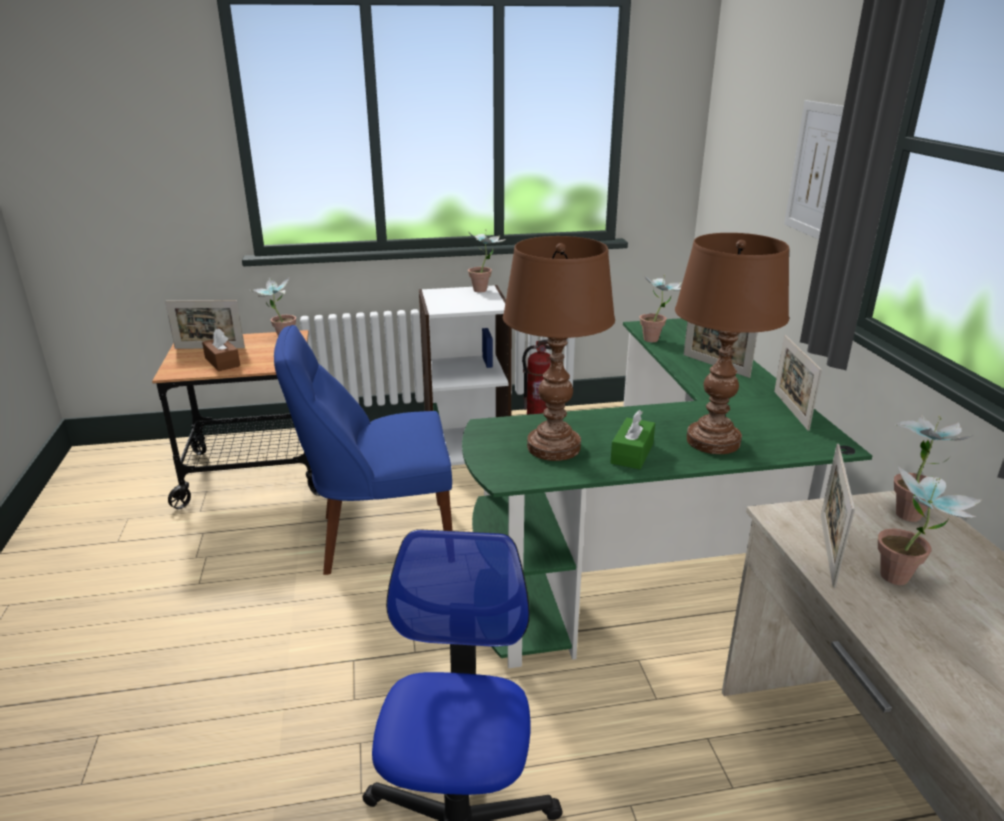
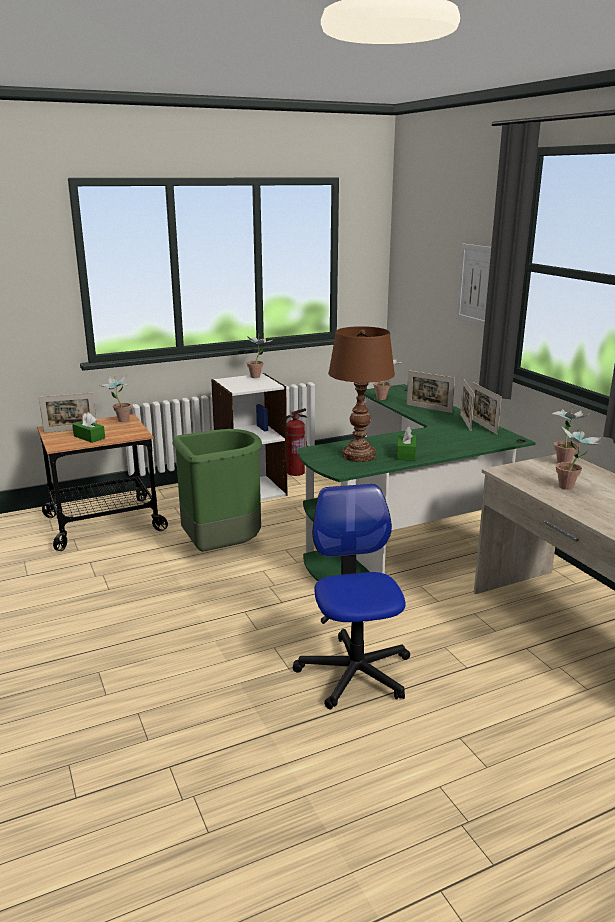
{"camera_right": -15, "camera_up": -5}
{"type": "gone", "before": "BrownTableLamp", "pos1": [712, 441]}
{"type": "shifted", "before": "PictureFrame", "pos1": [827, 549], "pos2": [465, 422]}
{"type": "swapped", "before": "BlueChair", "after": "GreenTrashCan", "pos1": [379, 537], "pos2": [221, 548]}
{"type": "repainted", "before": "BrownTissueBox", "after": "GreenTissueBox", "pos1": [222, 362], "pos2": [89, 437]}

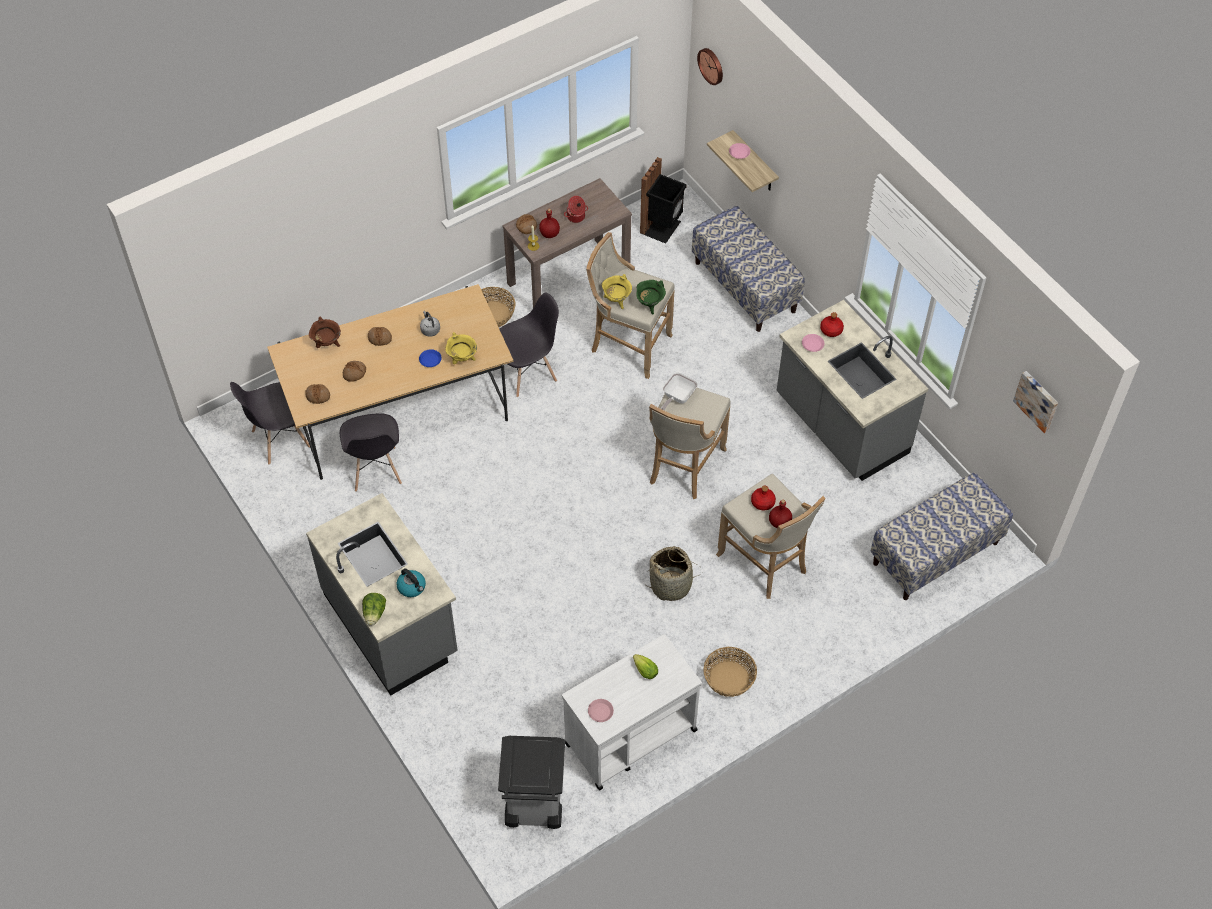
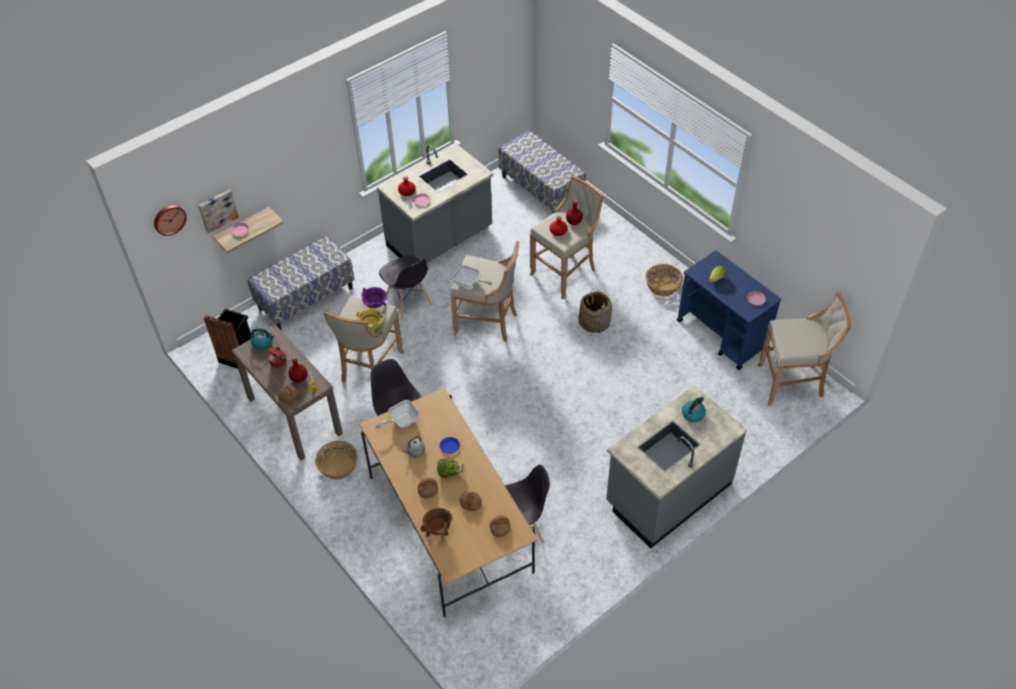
{"camera_right": -95, "camera_up": -5}
{"type": "gone", "before": "YellowCookingPot", "pos1": [462, 359]}
{"type": "new", "after": "Kettle", "pos2": [263, 342]}
{"type": "new", "after": "FryingPan", "pos2": [401, 421]}
{"type": "shifted", "before": "GreyChair", "pos1": [280, 440], "pos2": [408, 302]}
{"type": "shifted", "before": "Lettuce", "pos1": [374, 614], "pos2": [449, 472]}
{"type": "shifted", "before": "Picture", "pos1": [1037, 400], "pos2": [217, 210]}
{"type": "swapped", "before": "GreyTrashCan", "after": "BeigeStool", "pos1": [533, 807], "pos2": [792, 383]}
{"type": "repainted", "before": "WhiteCart", "after": "BlueCart", "pos1": [629, 737], "pos2": [722, 335]}
{"type": "repainted", "before": "GreenCookingPot", "after": "PurpleCookingPot", "pos1": [650, 305], "pos2": [375, 307]}

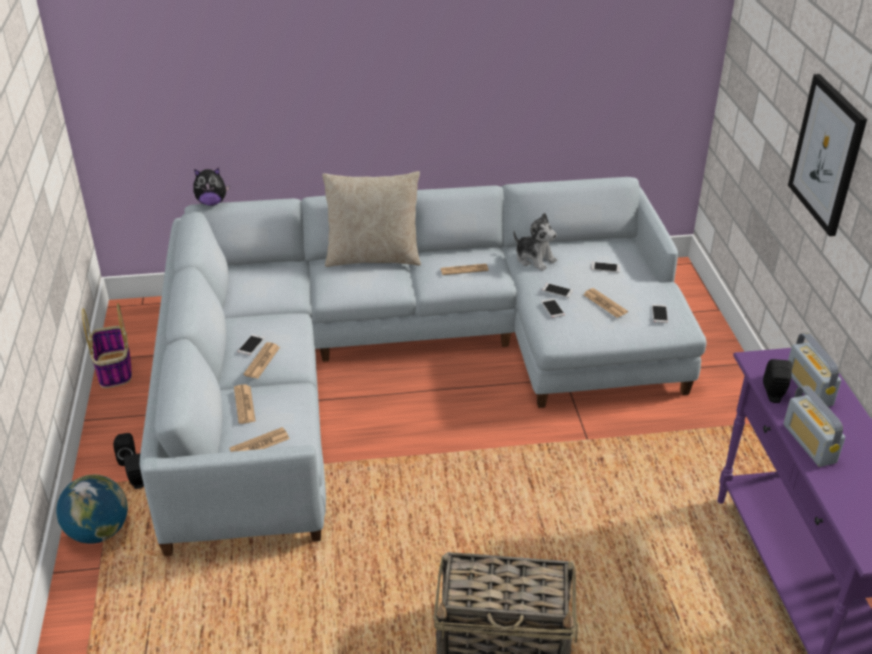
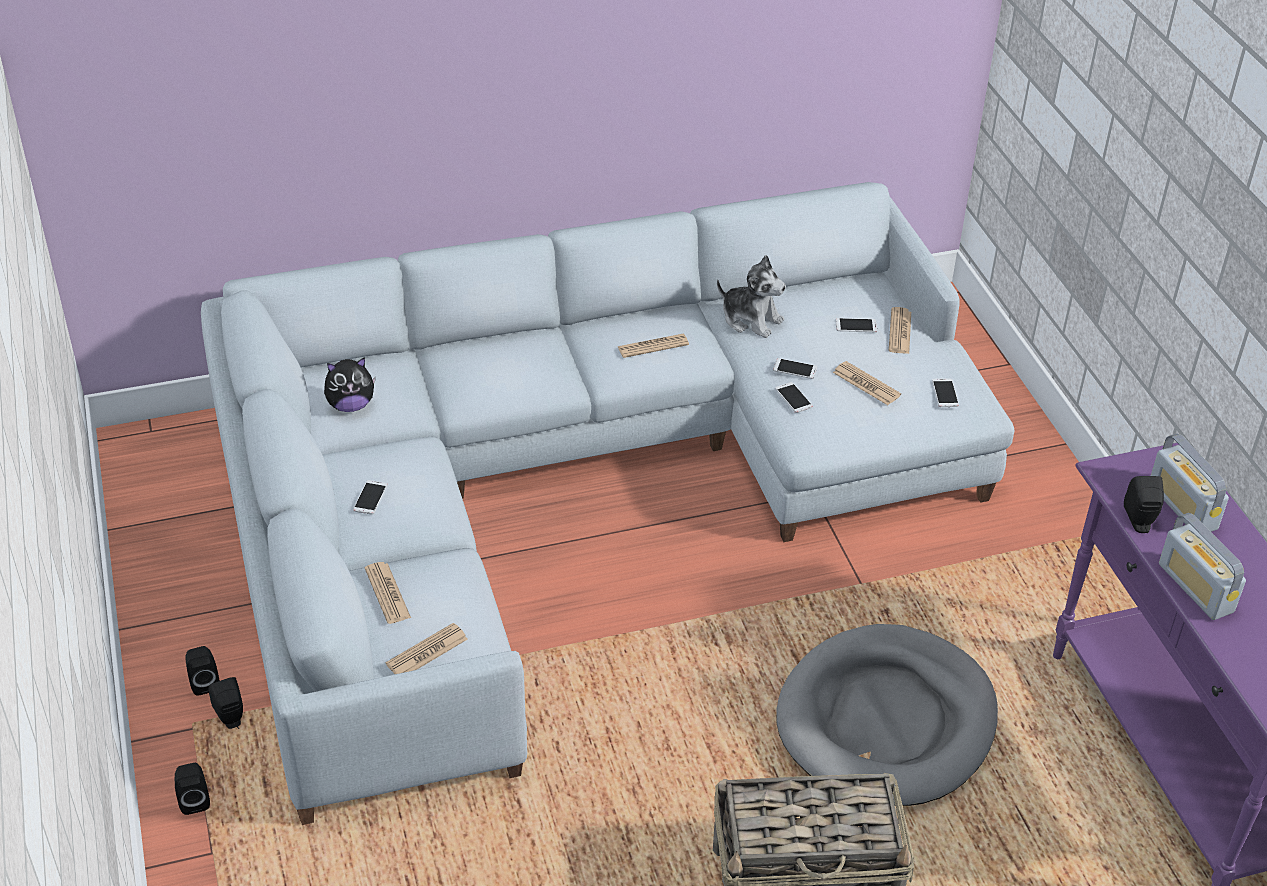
{"camera_right": -10, "camera_up": 5}
{"type": "gone", "before": "Basket", "pos1": [115, 370]}
{"type": "gone", "before": "BeigePillow", "pos1": [373, 257]}
{"type": "gone", "before": "Picture", "pos1": [827, 154]}
{"type": "new", "after": "GreyDogBed", "pos2": [886, 721]}
{"type": "shifted", "before": "PlushToy", "pos1": [212, 203], "pos2": [351, 405]}
{"type": "shifted", "before": "Newspaper", "pos1": [262, 361], "pos2": [900, 331]}
{"type": "swapped", "before": "Globe", "after": "BlackSpeaker", "pos1": [99, 532], "pos2": [194, 800]}

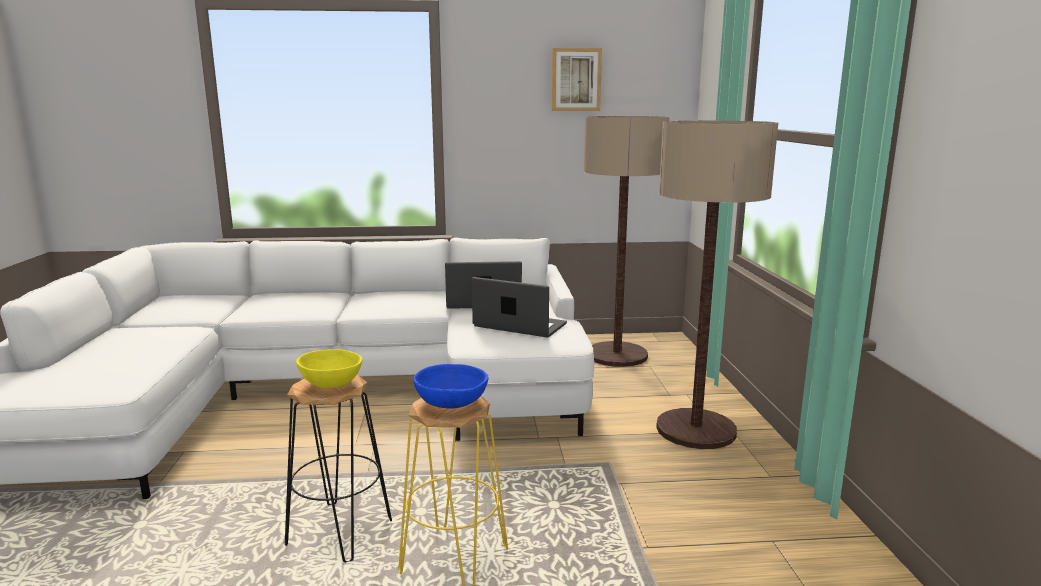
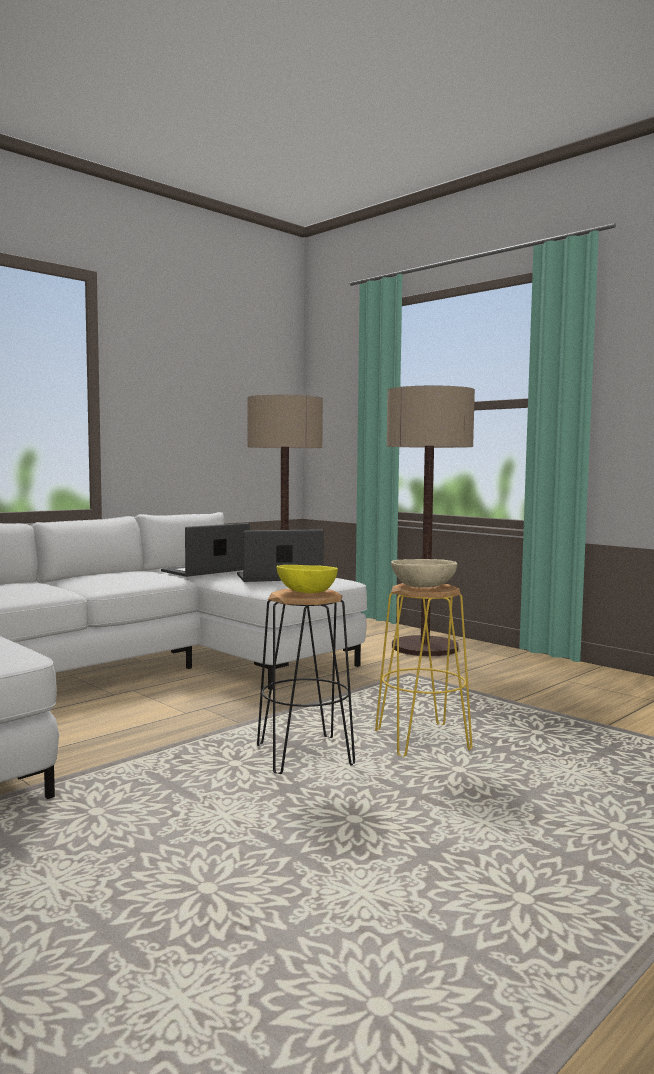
{"camera_right": -40, "camera_up": -10}
{"type": "gone", "before": "Picture", "pos1": [576, 80]}
{"type": "repainted", "before": "BlueBowl", "after": "BeigeBowl", "pos1": [450, 402], "pos2": [423, 586]}

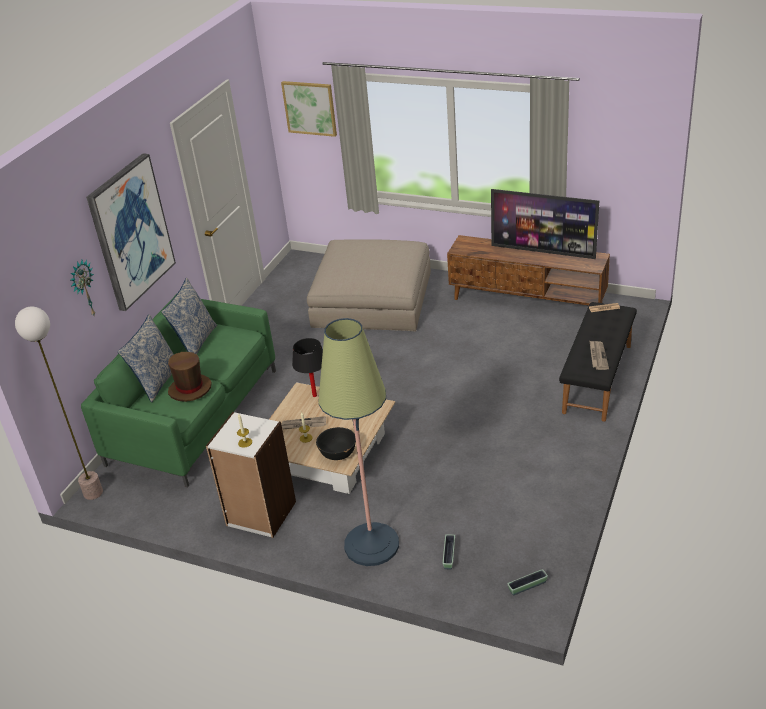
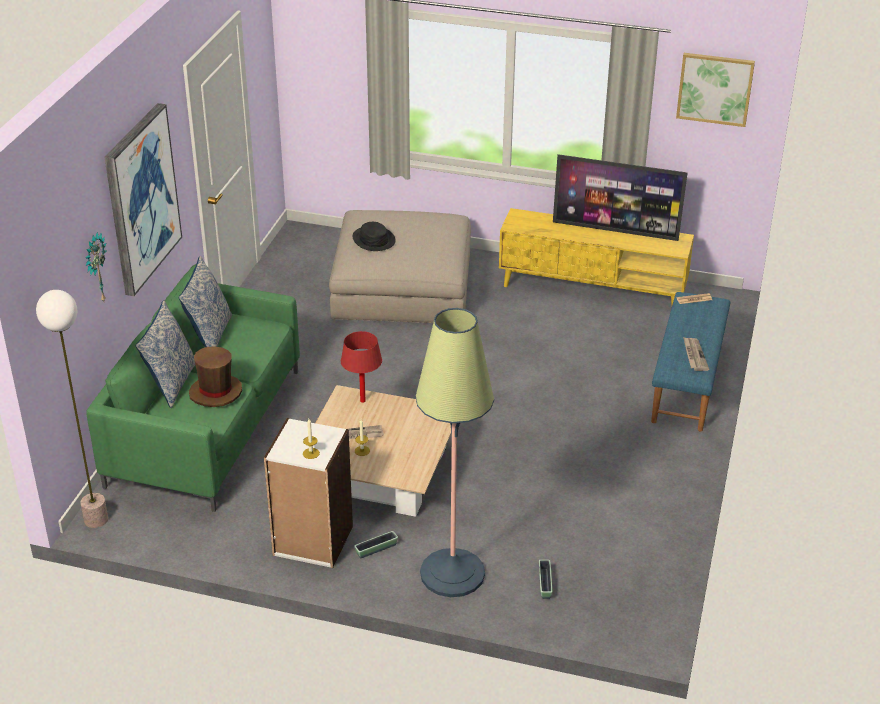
{"camera_right": -10, "camera_up": 0}
{"type": "gone", "before": "BlackBowl", "pos1": [338, 453]}
{"type": "new", "after": "BlackHat", "pos2": [373, 239]}
{"type": "shifted", "before": "Picture", "pos1": [310, 108], "pos2": [715, 89]}
{"type": "shifted", "before": "Planter", "pos1": [527, 586], "pos2": [376, 549]}
{"type": "repainted", "before": "BlackTableLamp", "after": "RedTableLamp", "pos1": [314, 395], "pos2": [362, 401]}
{"type": "repainted", "before": "BrownTvStand", "after": "YellowTvStand", "pos1": [528, 300], "pos2": [593, 289]}
{"type": "repainted", "before": "BlackBench", "after": "BlueBench", "pos1": [598, 378], "pos2": [688, 382]}

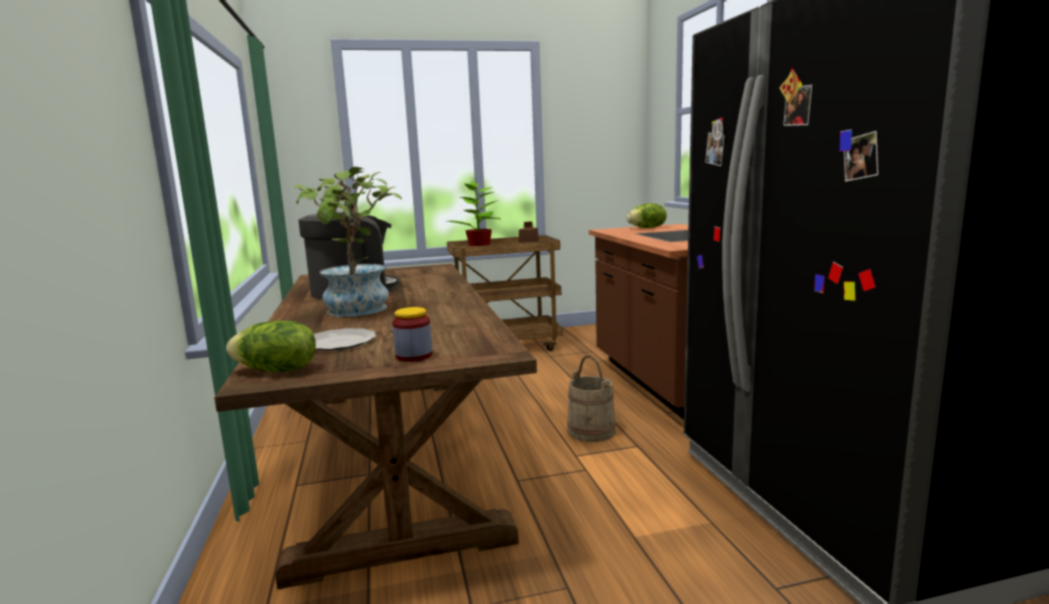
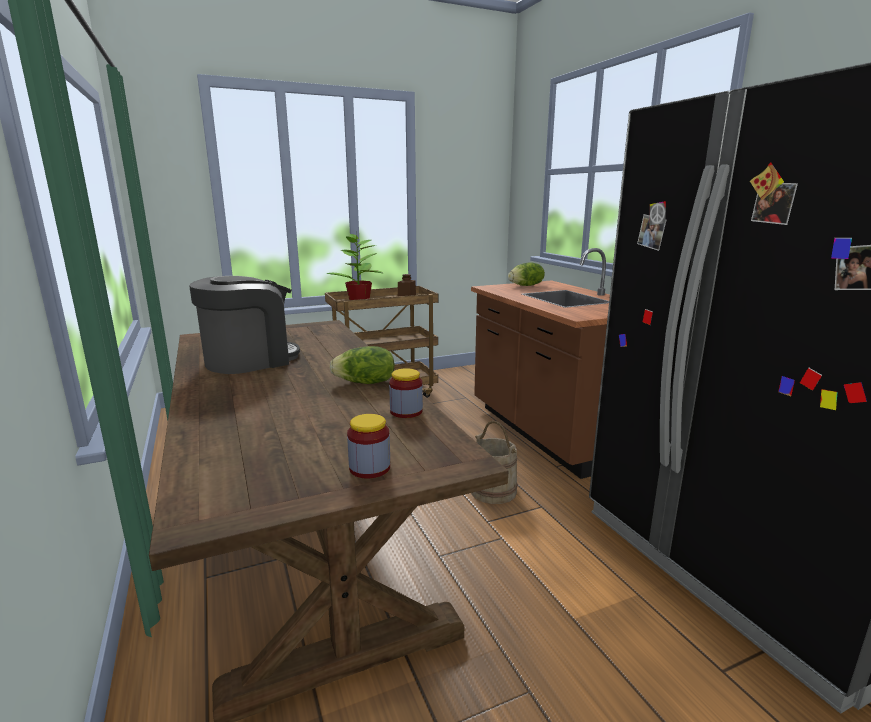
{"camera_right": -10, "camera_up": 5}
{"type": "gone", "before": "PottedPlant", "pos1": [358, 311]}
{"type": "gone", "before": "Plate", "pos1": [338, 343]}
{"type": "new", "after": "Jar", "pos2": [406, 411]}
{"type": "shifted", "before": "Lettuce", "pos1": [276, 370], "pos2": [365, 383]}

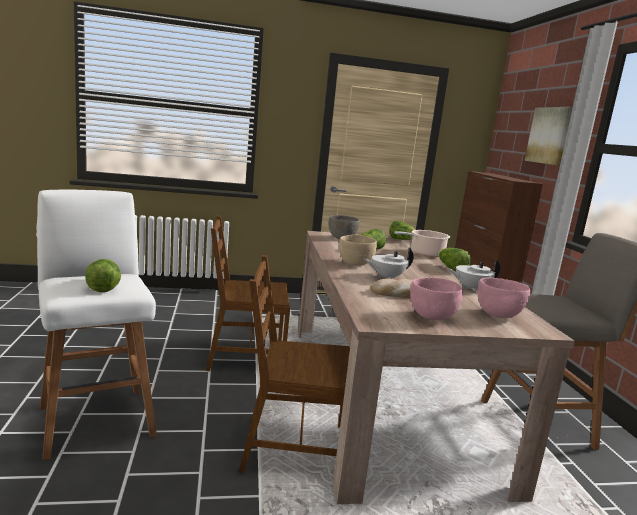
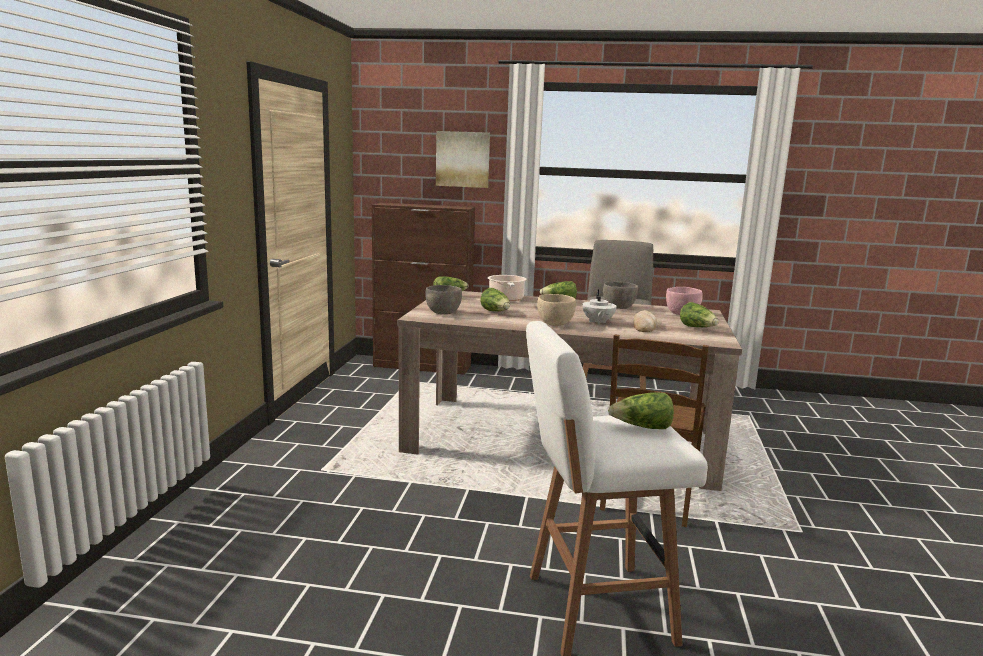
{"camera_right": -70, "camera_up": 0}
{"type": "gone", "before": "BrownChair", "pos1": [245, 357]}
{"type": "swapped", "before": "PinkBowl", "after": "Lettuce", "pos1": [432, 317], "pos2": [697, 328]}
{"type": "swapped", "before": "WhiteTeapot", "after": "GreyBowl", "pos1": [470, 288], "pos2": [618, 307]}

